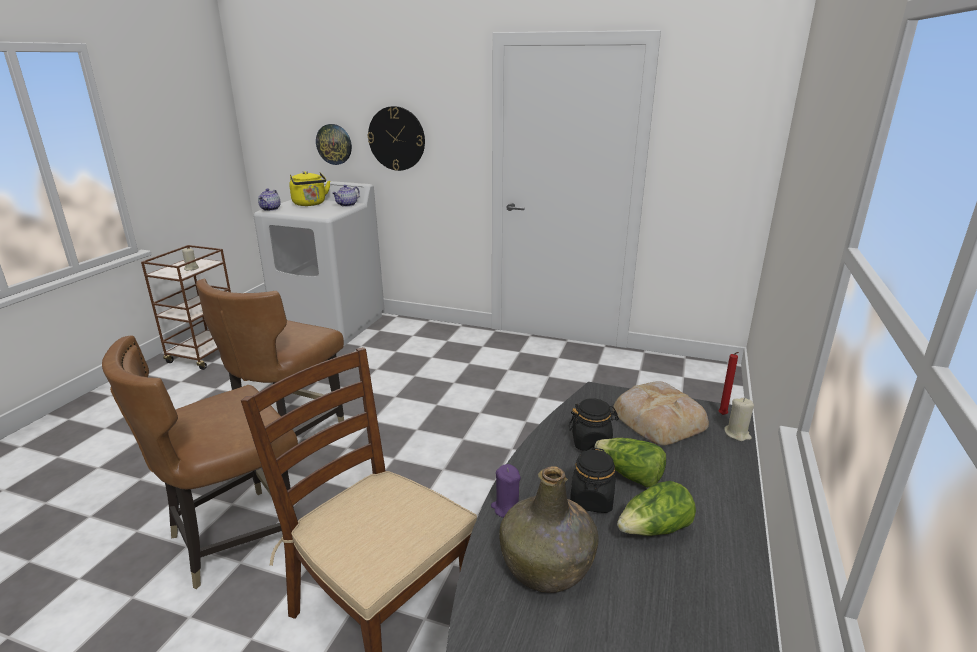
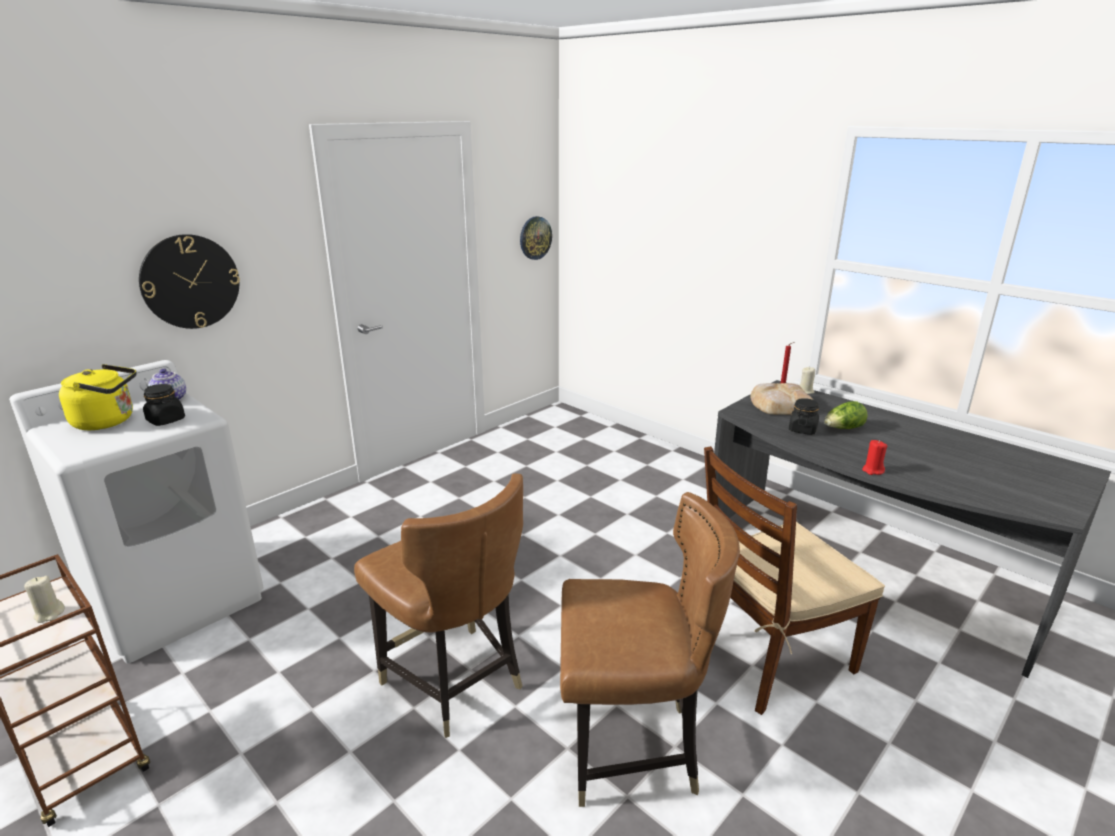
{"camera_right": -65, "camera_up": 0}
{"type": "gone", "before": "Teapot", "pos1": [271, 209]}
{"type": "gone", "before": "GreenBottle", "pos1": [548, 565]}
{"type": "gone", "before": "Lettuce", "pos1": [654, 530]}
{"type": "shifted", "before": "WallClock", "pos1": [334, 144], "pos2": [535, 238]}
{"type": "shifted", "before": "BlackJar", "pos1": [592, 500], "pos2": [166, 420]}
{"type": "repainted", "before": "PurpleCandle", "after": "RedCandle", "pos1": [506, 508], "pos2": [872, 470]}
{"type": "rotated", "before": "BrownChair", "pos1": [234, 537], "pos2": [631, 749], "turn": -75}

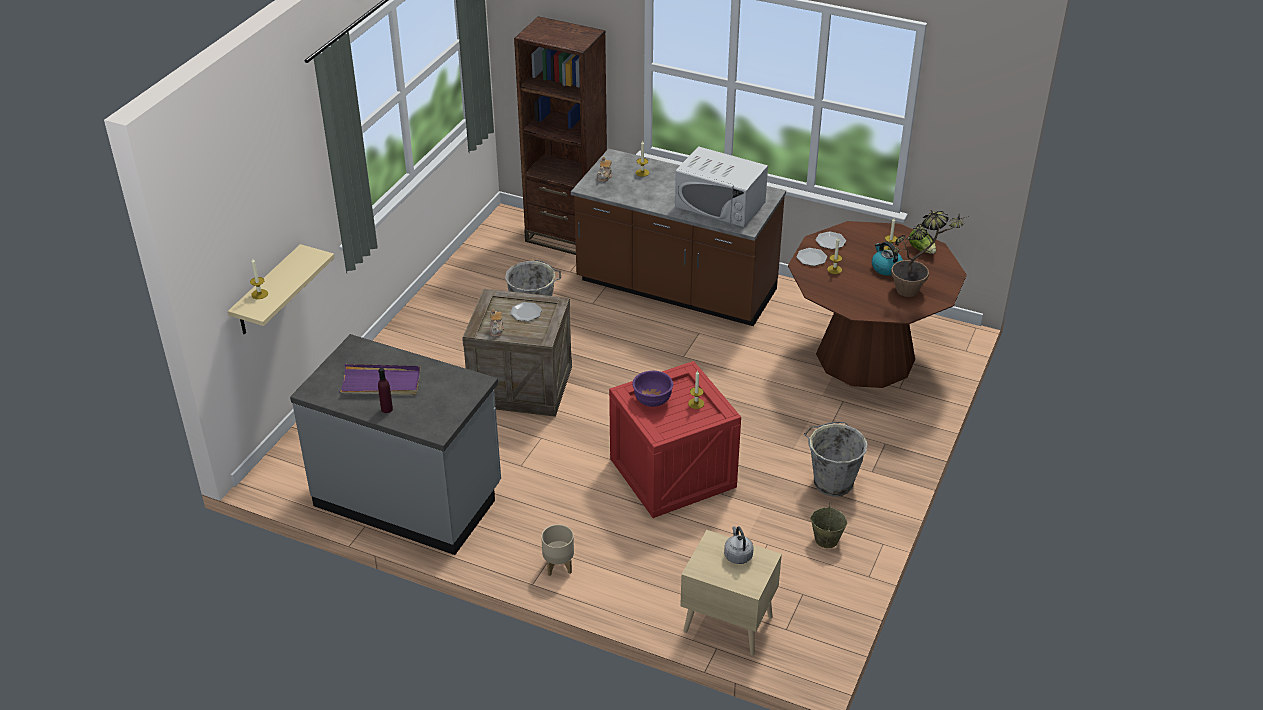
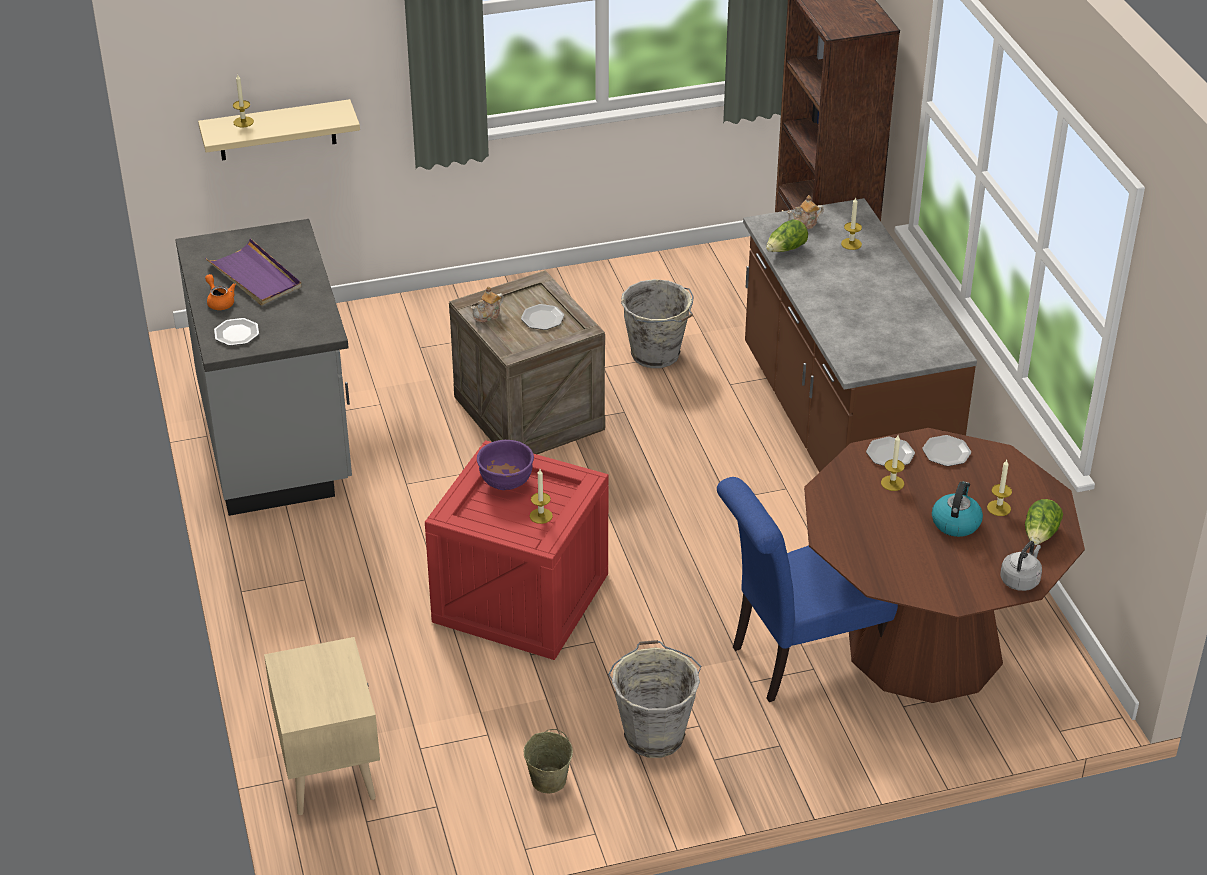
{"camera_right": 50, "camera_up": 0}
{"type": "gone", "before": "BeigePlanter", "pos1": [559, 566]}
{"type": "gone", "before": "WhiteMicrowave", "pos1": [720, 204]}
{"type": "gone", "before": "PottedPlant", "pos1": [915, 290]}
{"type": "new", "after": "Plate", "pos2": [237, 333]}
{"type": "new", "after": "BlueChair", "pos2": [797, 659]}
{"type": "new", "after": "Lettuce", "pos2": [786, 249]}
{"type": "shifted", "before": "GreyKettle", "pos1": [737, 555], "pos2": [1020, 580]}
{"type": "swapped", "before": "PurpleBottle", "after": "OrangeTeapot", "pos1": [387, 409], "pos2": [220, 301]}

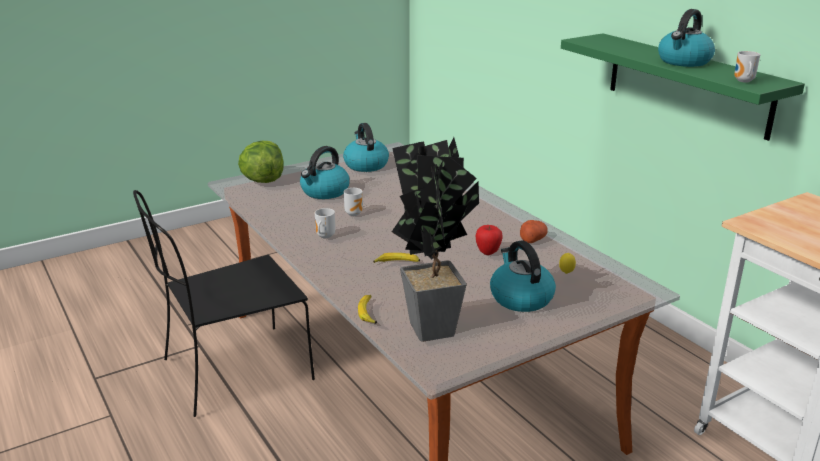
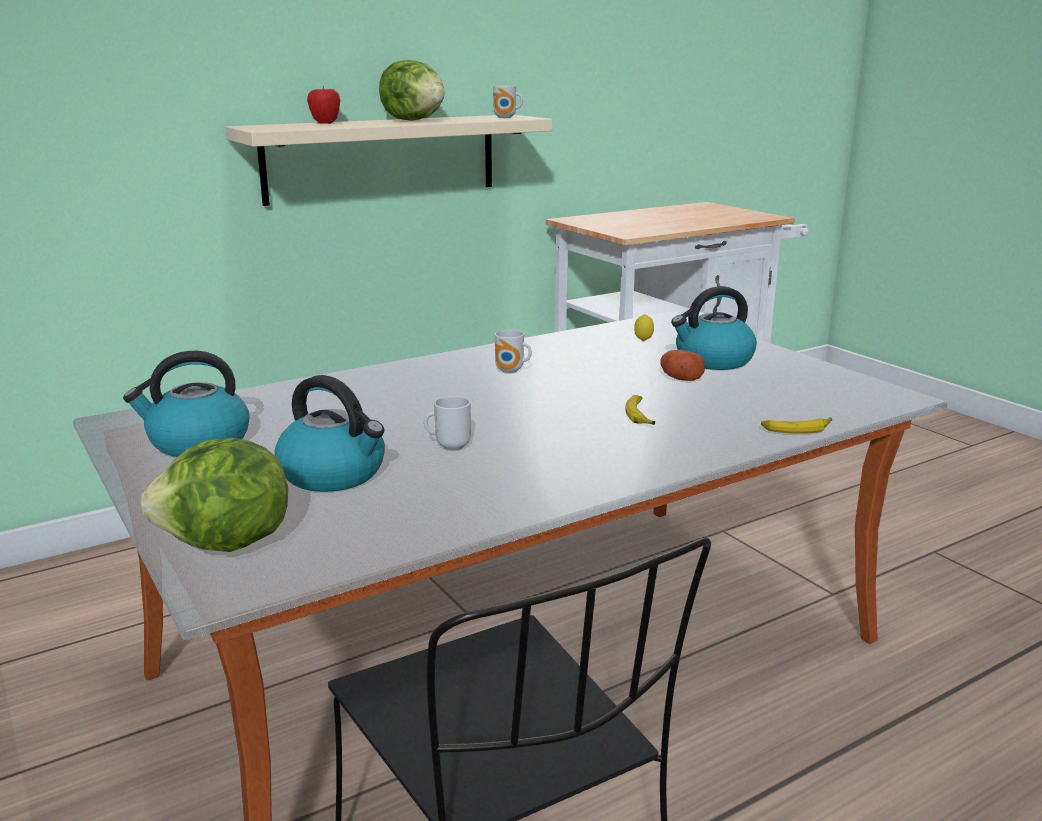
{"camera_right": -90, "camera_up": -5}
{"type": "gone", "before": "PottedPlant", "pos1": [434, 324]}
{"type": "shifted", "before": "Mug", "pos1": [324, 236], "pos2": [511, 371]}
{"type": "shifted", "before": "Apple", "pos1": [488, 252], "pos2": [325, 123]}
{"type": "shifted", "before": "Potato", "pos1": [532, 239], "pos2": [680, 378]}
{"type": "swapped", "before": "Kettle", "after": "Lettuce", "pos1": [684, 62], "pos2": [414, 120]}
{"type": "repainted", "before": "GreenShelf", "after": "BeigeShelf", "pos1": [687, 84], "pos2": [382, 158]}

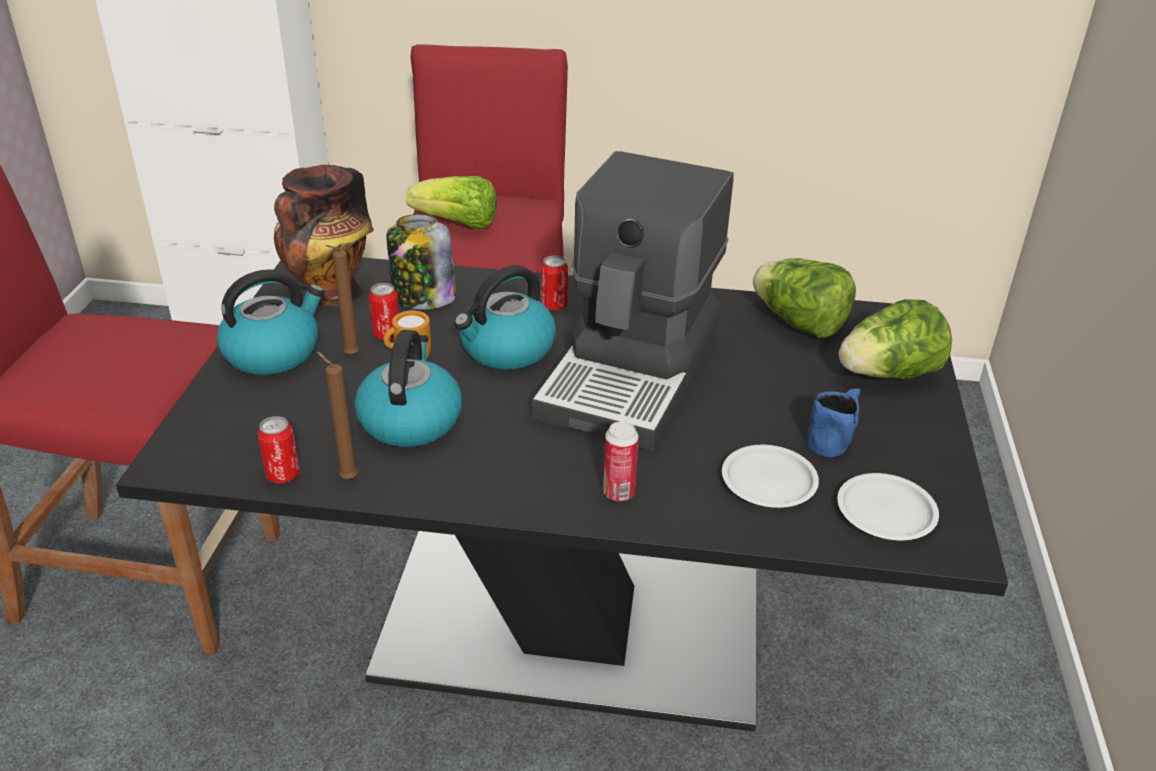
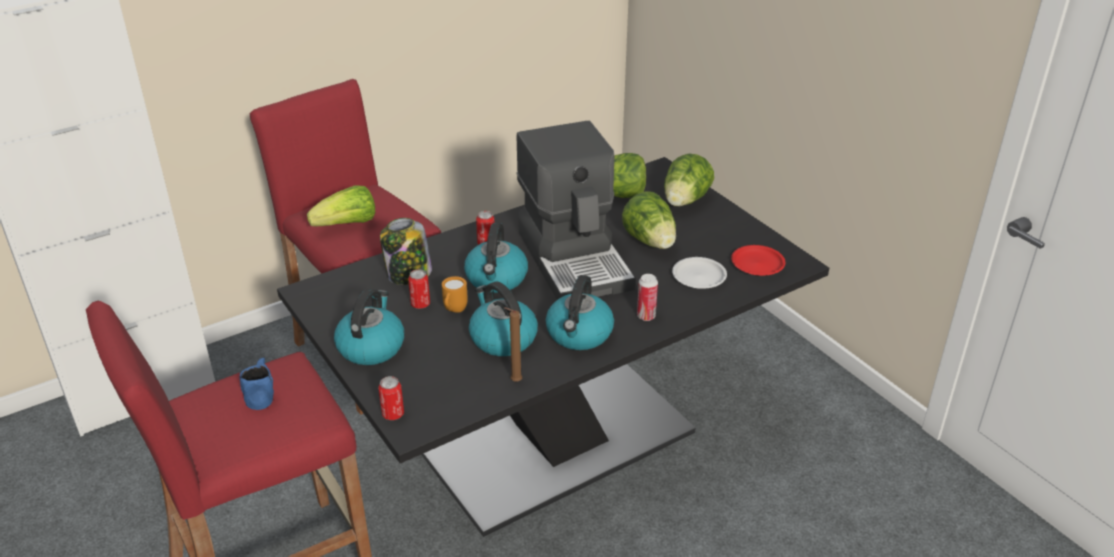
{"camera_right": -40, "camera_up": 0}
{"type": "gone", "before": "Vase", "pos1": [332, 293]}
{"type": "gone", "before": "BrownCandle", "pos1": [349, 356]}
{"type": "new", "after": "Kettle", "pos2": [579, 334]}
{"type": "new", "after": "Lettuce", "pos2": [650, 241]}
{"type": "shifted", "before": "Can", "pos1": [283, 475], "pos2": [393, 414]}
{"type": "shifted", "before": "BlueMug", "pos1": [833, 437], "pos2": [261, 394]}
{"type": "repainted", "before": "WhitePlate", "after": "RedPlate", "pos1": [885, 512], "pos2": [757, 264]}

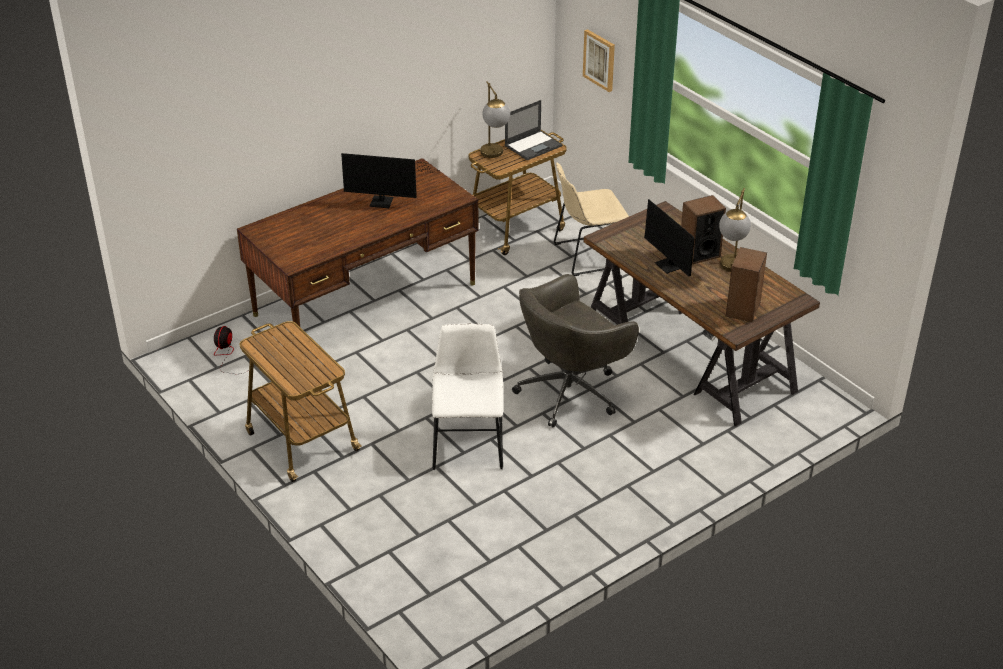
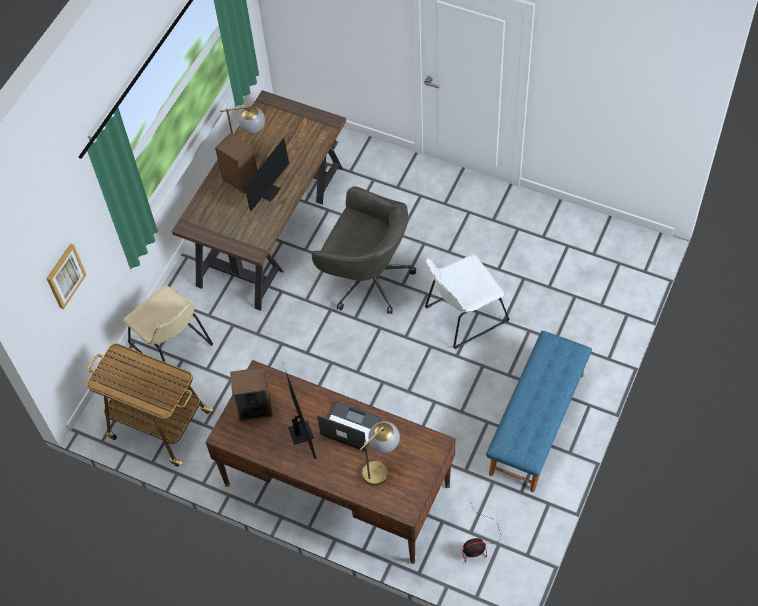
{"camera_right": -115, "camera_up": 20}
{"type": "shifted", "before": "TableLamp", "pos1": [494, 156], "pos2": [381, 467]}
{"type": "shifted", "before": "Laptop", "pos1": [533, 145], "pos2": [350, 426]}
{"type": "shifted", "before": "Speaker", "pos1": [743, 309], "pos2": [255, 407]}
{"type": "swapped", "before": "Cart", "after": "BlueBench", "pos1": [301, 440], "pos2": [537, 424]}

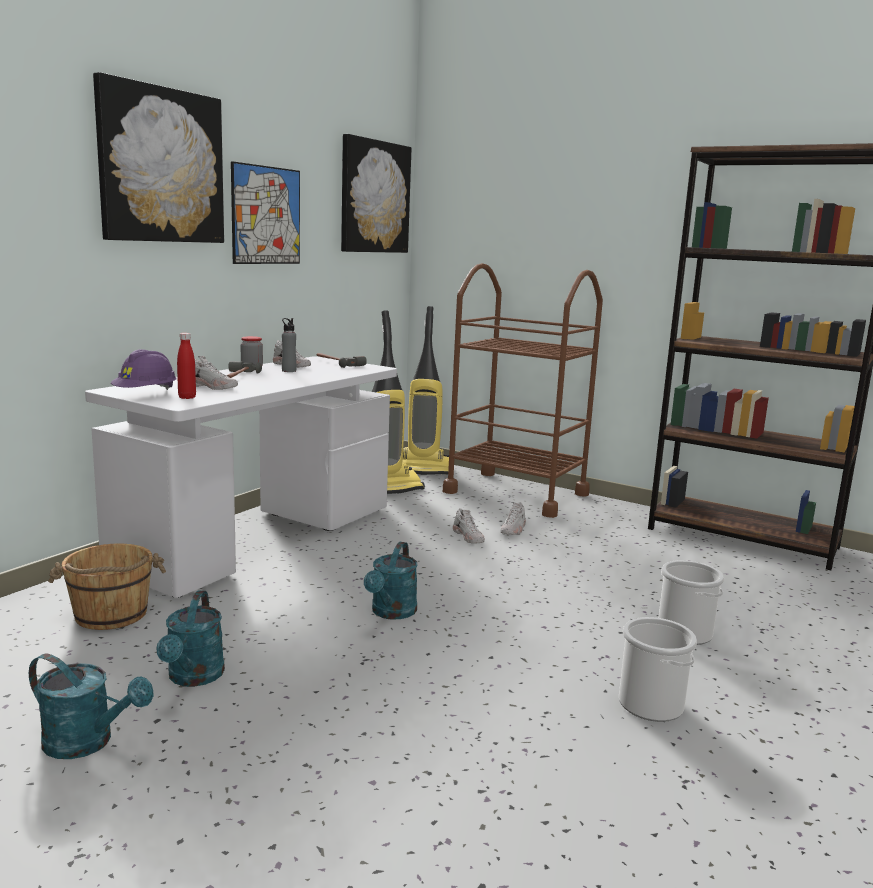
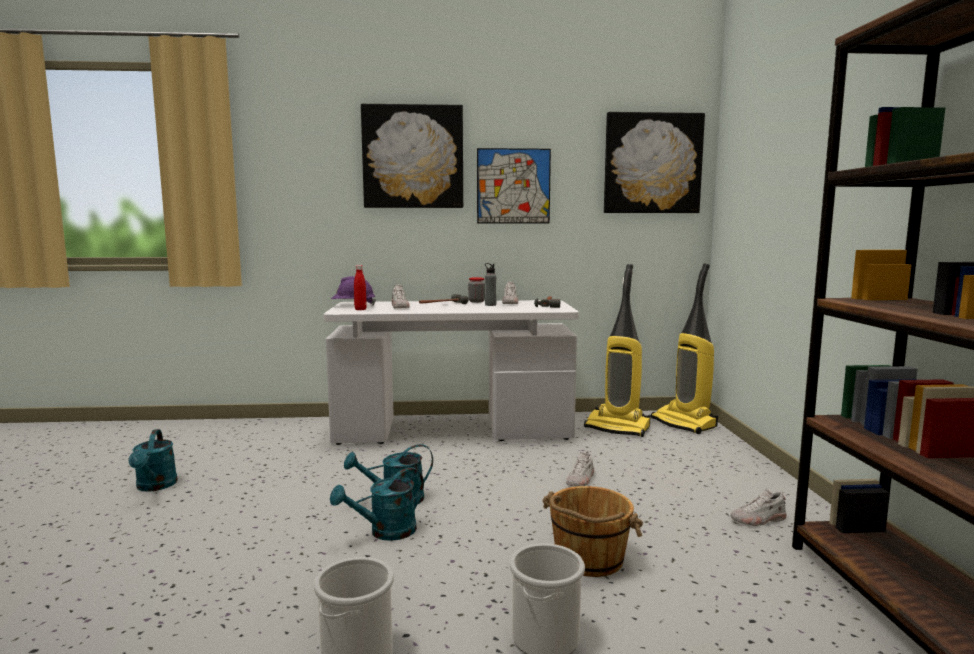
{"camera_right": 55, "camera_up": -5}
{"type": "gone", "before": "BrownCart", "pos1": [516, 493]}
{"type": "shifted", "before": "BrownBucket", "pos1": [111, 615], "pos2": [588, 559]}
{"type": "shifted", "before": "TurquoiseWateringCan", "pos1": [193, 678], "pos2": [385, 532]}
{"type": "shifted", "before": "WhiteShoe", "pos1": [513, 529], "pos2": [758, 520]}

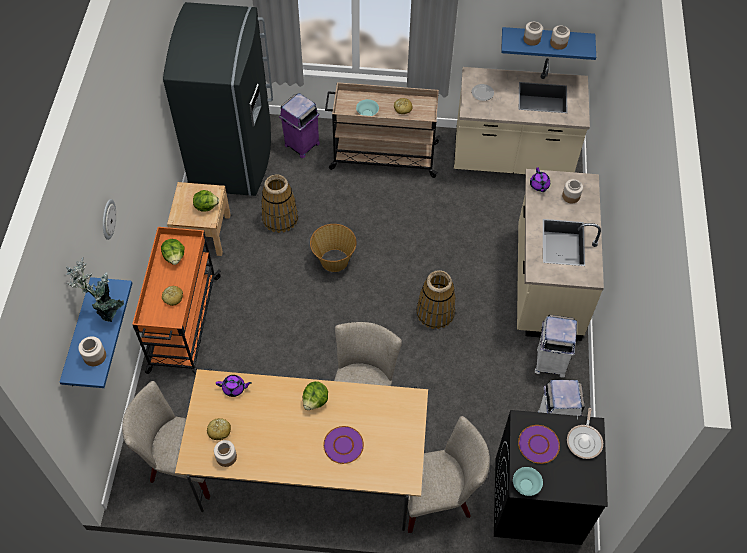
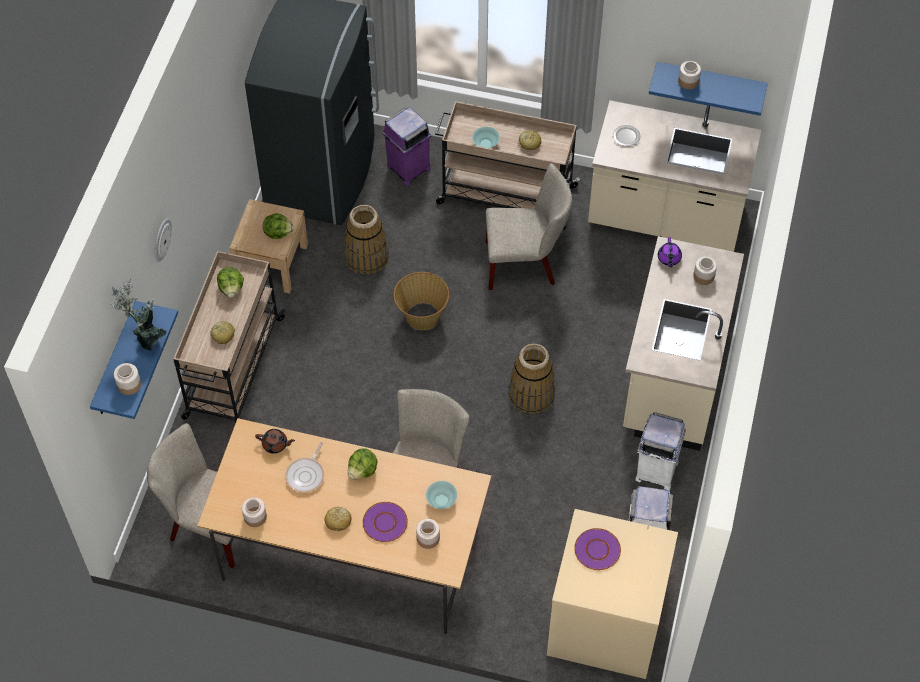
{"camera_right": 10, "camera_up": 0}
{"type": "shifted", "before": "Bread", "pos1": [219, 431], "pos2": [338, 521]}
{"type": "shifted", "before": "BeigeChair", "pos1": [438, 497], "pos2": [525, 263]}
{"type": "shifted", "before": "TurquoiseBowl", "pos1": [526, 484], "pos2": [441, 500]}
{"type": "shifted", "before": "Jar", "pos1": [558, 43], "pos2": [428, 538]}
{"type": "shifted", "before": "FryingPan", "pos1": [584, 441], "pos2": [306, 474]}
{"type": "repainted", "before": "OrangeCart", "after": "BeigeCart", "pos1": [183, 325], "pos2": [233, 369]}
{"type": "repainted", "before": "PurpleTeapot", "after": "BrownTeapot", "pos1": [234, 388], "pos2": [275, 444]}
{"type": "repainted", "before": "BlackWashingMachine", "after": "BeigeWashingMachine", "pos1": [536, 501], "pos2": [604, 624]}

